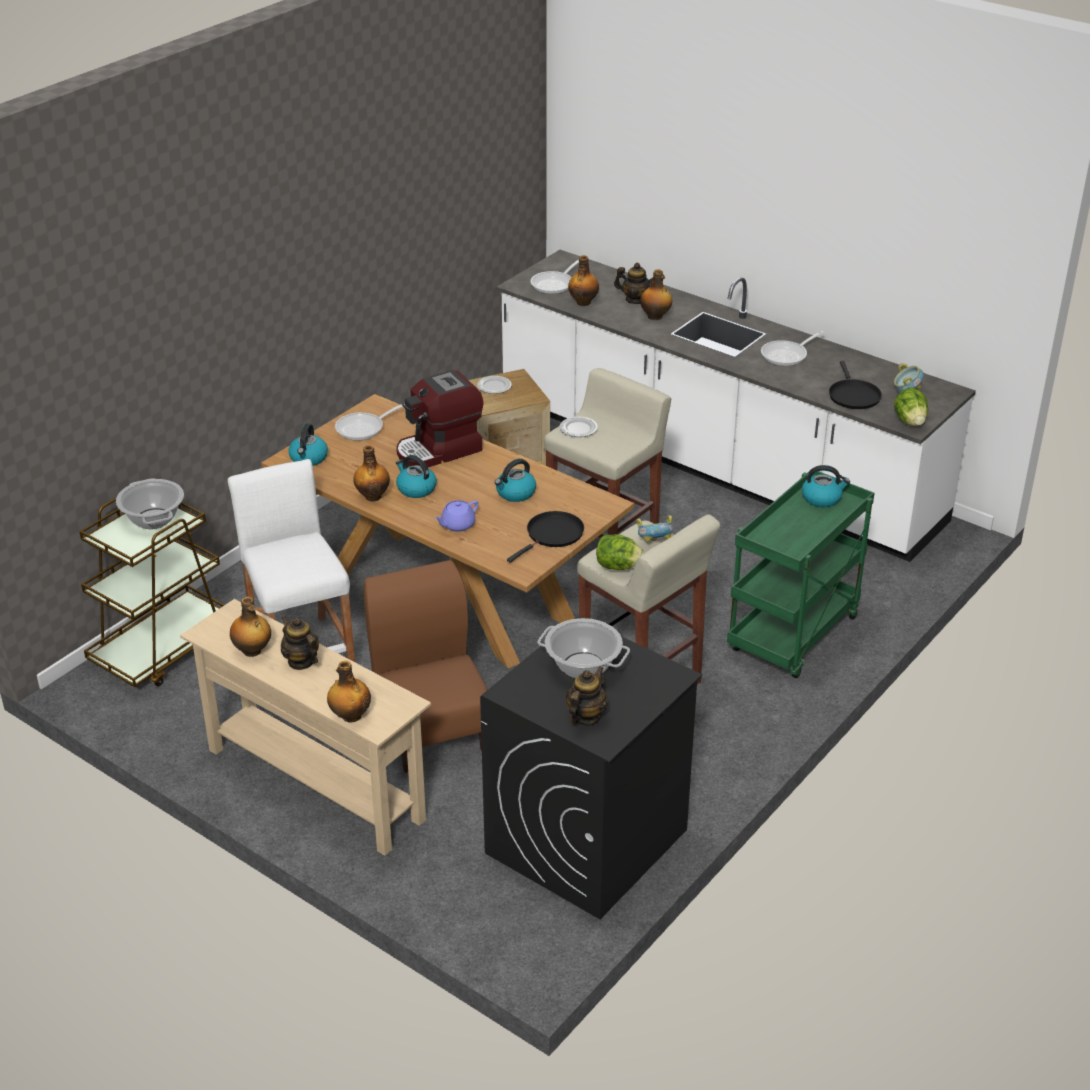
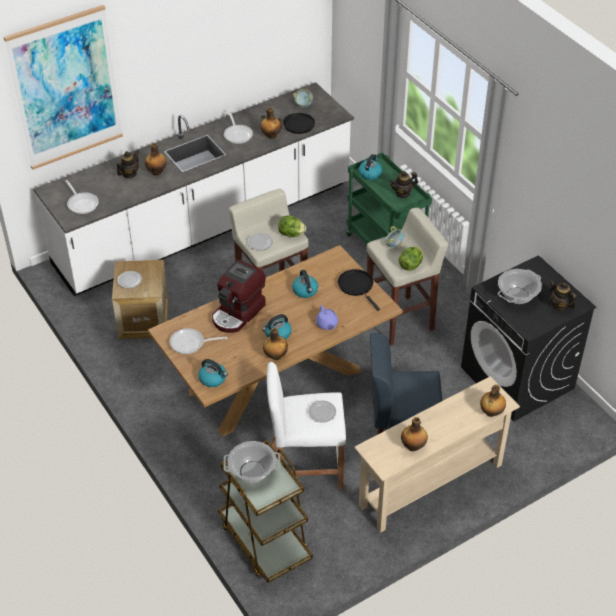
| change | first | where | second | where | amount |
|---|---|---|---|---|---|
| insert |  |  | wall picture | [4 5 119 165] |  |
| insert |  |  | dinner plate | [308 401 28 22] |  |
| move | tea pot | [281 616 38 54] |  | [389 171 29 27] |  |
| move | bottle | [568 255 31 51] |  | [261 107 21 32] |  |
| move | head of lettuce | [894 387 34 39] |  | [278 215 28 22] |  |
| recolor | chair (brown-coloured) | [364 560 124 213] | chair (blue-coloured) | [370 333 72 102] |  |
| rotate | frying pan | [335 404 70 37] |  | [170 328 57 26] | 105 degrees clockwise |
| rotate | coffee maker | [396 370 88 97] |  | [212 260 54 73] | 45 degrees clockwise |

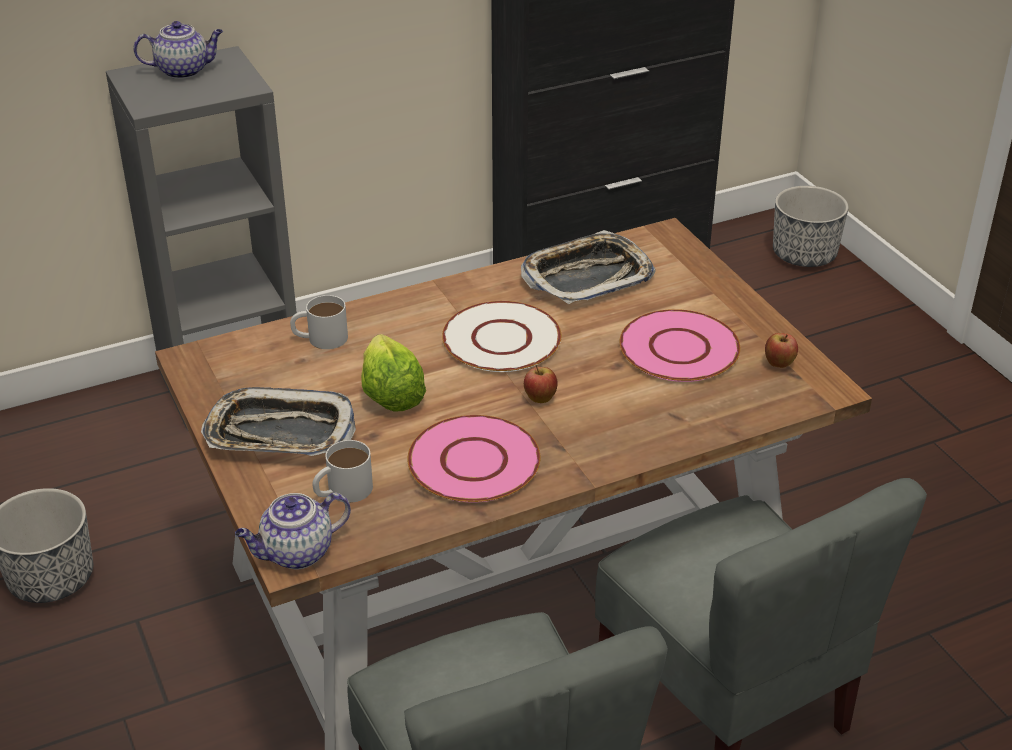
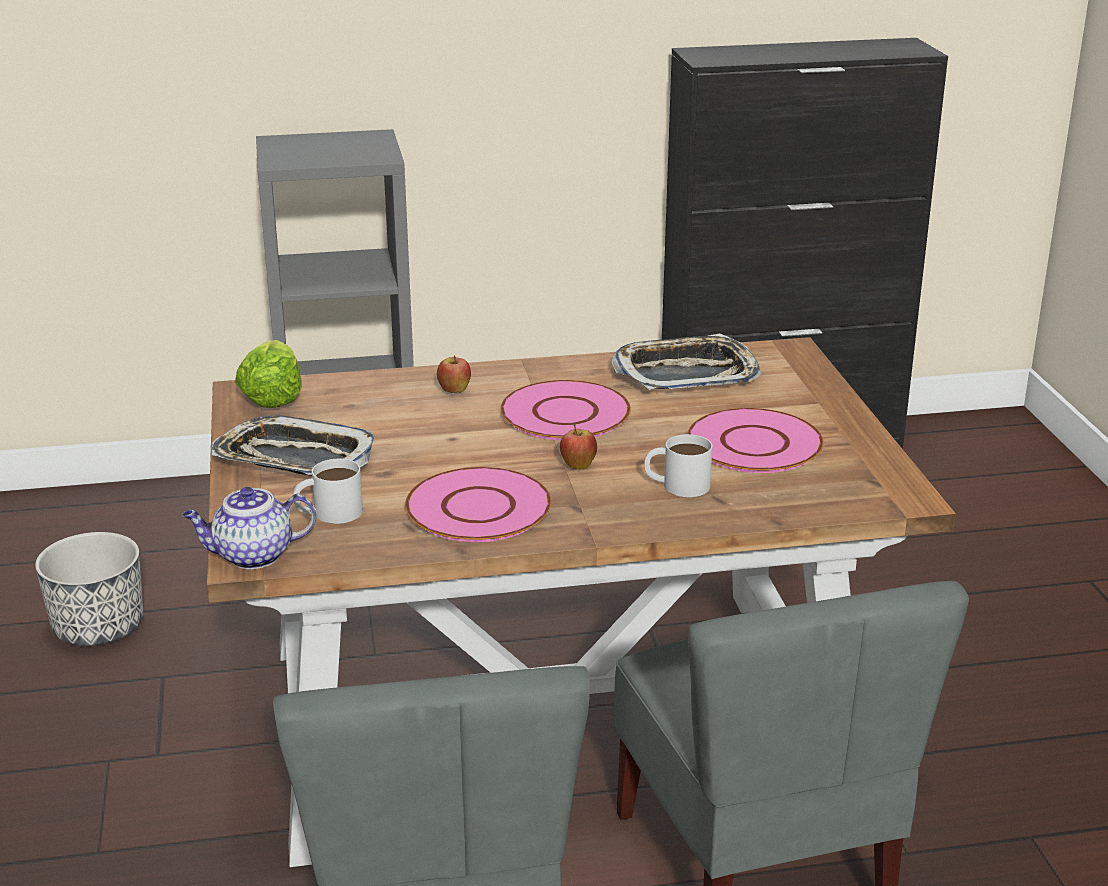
| change | first | where | second | where | amount |
|---|---|---|---|---|---|
| delete | tea pot | [133 21 90 58] |  |  |  |
| delete | plant pot | [773 186 76 81] |  |  |  |
| move | coffee mug (whitish) | [290 295 58 54] |  | [644 434 68 63] |  |
| move | head of lettuce | [361 334 65 78] |  | [235 340 66 68] |  |
| move | apple fruit | [765 333 33 35] |  | [437 356 34 37] |  |
| recolor | dinner plate (whitish) | [442 301 119 71] | dinner plate (pink-coloured) | [500 380 131 60] |  |

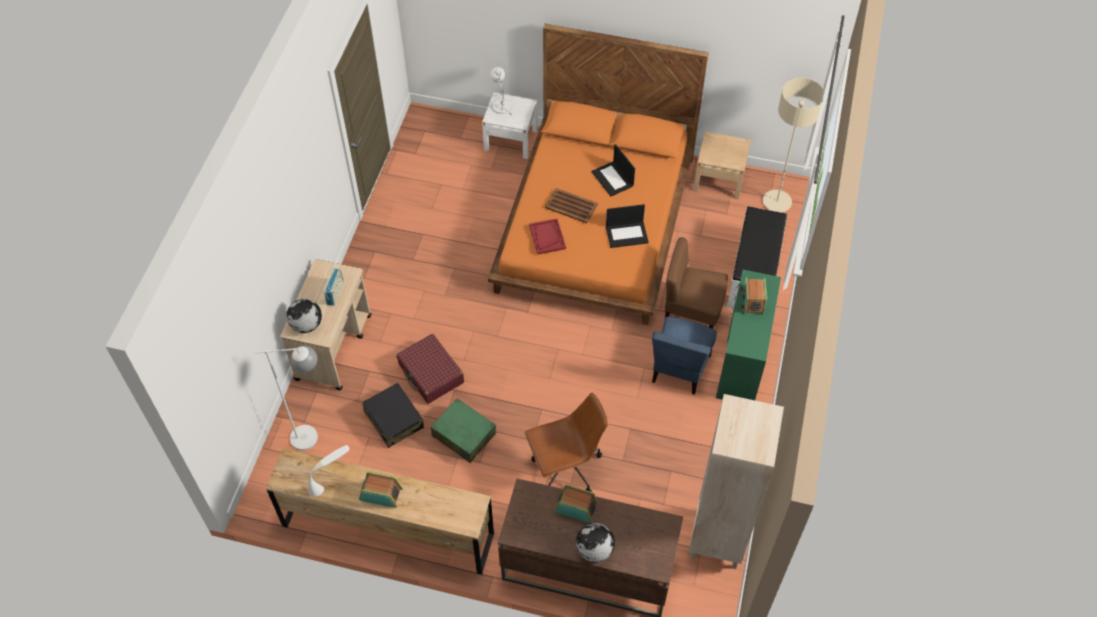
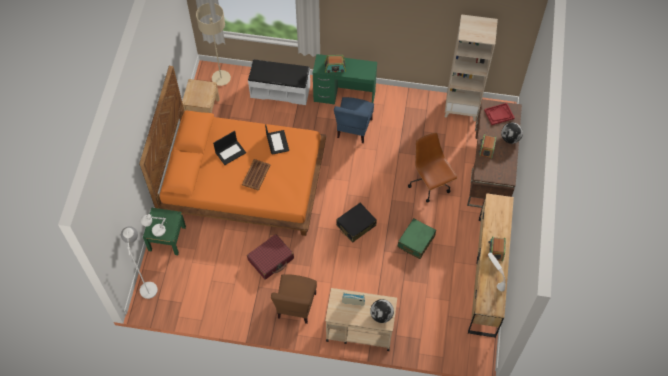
| change | first | where | second | where | amount |
|---|---|---|---|---|---|
| move | standing lamp (whitish) | [255 346 63 104] |  | [121 226 37 73] |  |
| move | travel case (black-coloured) | [362 383 62 65] |  | [336 203 41 40] |  |
| move | travel case (red) | [397 334 67 70] |  | [247 234 47 46] |  |
| move | tray (red) | [529 219 37 36] |  | [484 103 31 22] |  |
| move | chair (brown-coloured) | [665 237 63 92] |  | [271 274 46 50] |  |
| recolor | bedside table (whitish) | [482 92 56 67] | bedside table (green-coloured) | [143 208 43 47] |  |
| rotate | chair (blue-coloured) | [652 317 65 78] |  | [334 97 40 46] | 90 degrees clockwise |

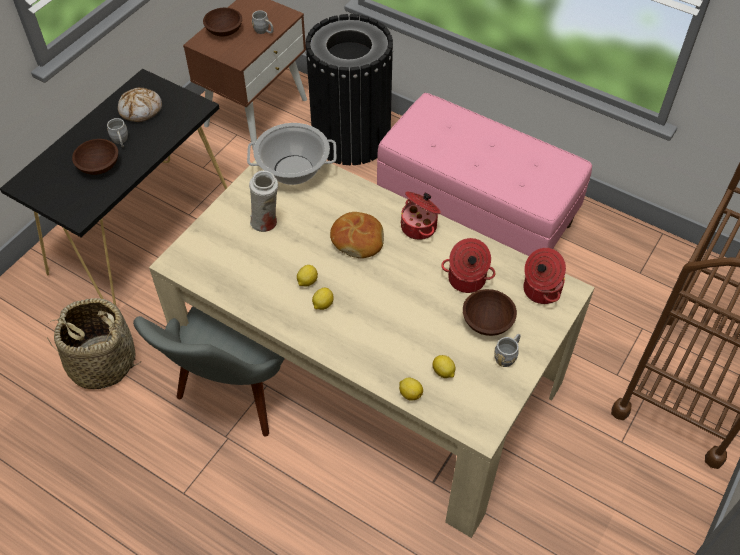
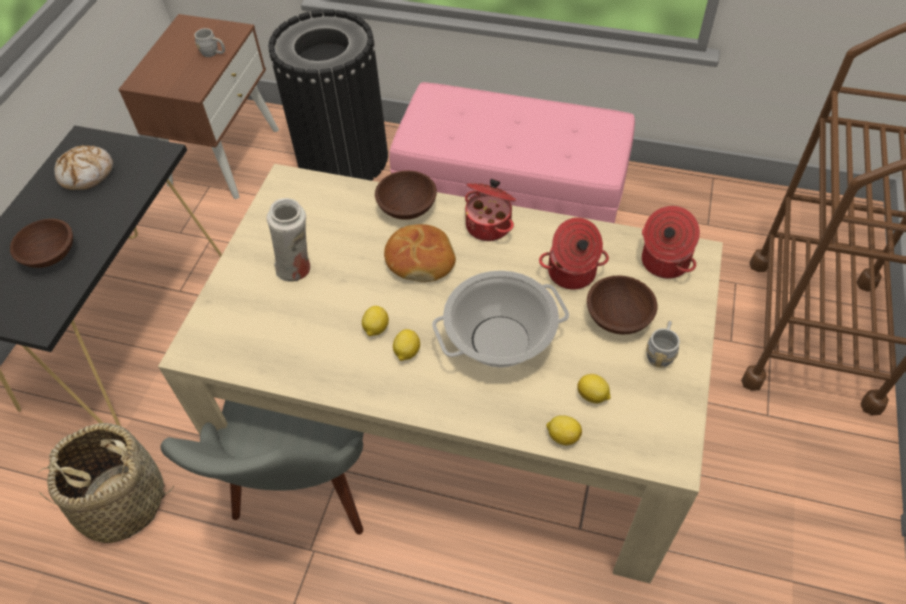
| change | first | where | second | where | amount |
|---|---|---|---|---|---|
| delete | coffee mug (gray) | [107 118 21 29] |  |  |  |
| move | deep dish (brown-coloured) | [203 8 39 29] |  | [375 171 62 49] |  |
| move | stockpot | [247 123 89 62] |  | [432 270 137 98] |  |

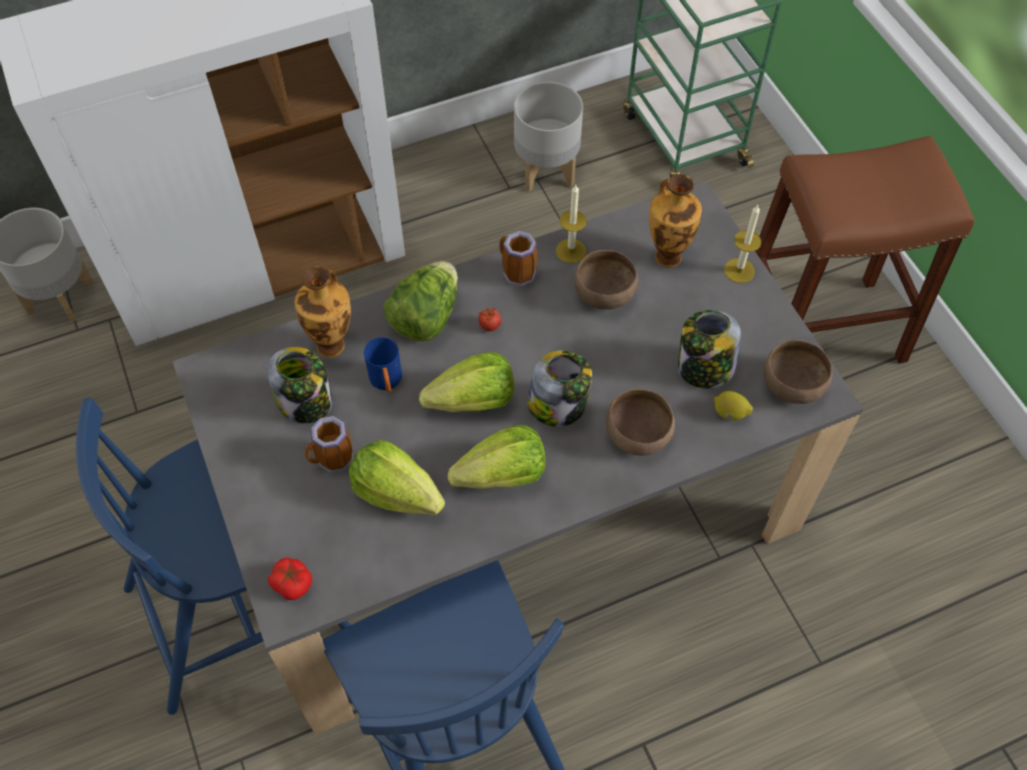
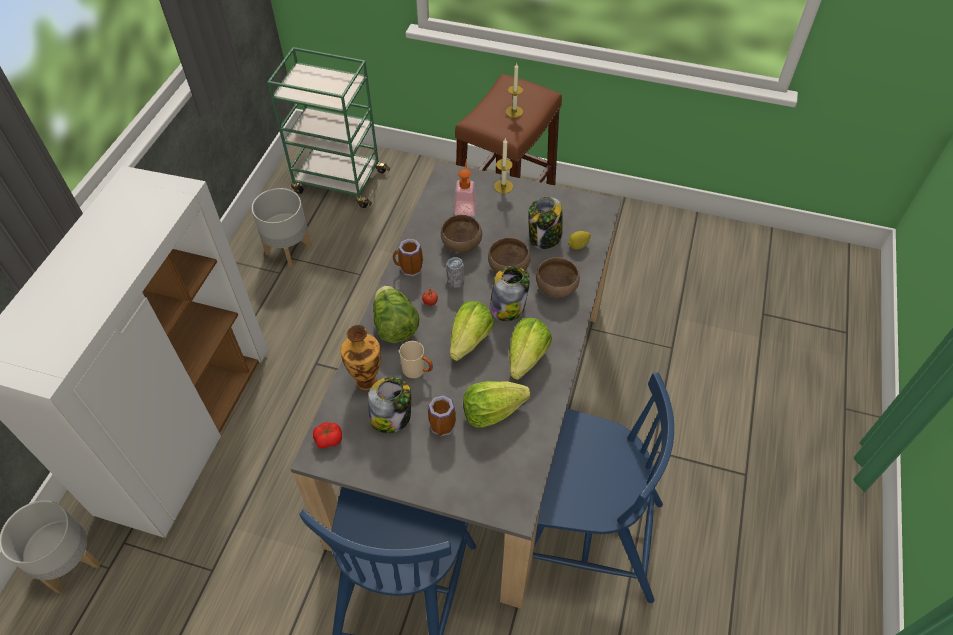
| change | first | where | second | where | amount |
|---|---|---|---|---|---|
| insert |  |  | sealed can | [447 257 17 31] |  |
| move | whole tomato | [268 557 44 43] |  | [313 422 29 26] |  |
| move | candle | [556 185 31 78] |  | [505 63 18 55] |  |
| move | deep dish (brown-coloured) | [764 340 69 64] |  | [488 238 42 35] |  |
| replace | vase | [649 174 53 94] | soap dispenser | [454 159 23 57] |  |
| recolor | coffee mug (blue-coloured) | [364 337 38 55] | coffee mug (beige) | [399 341 34 37] |  |

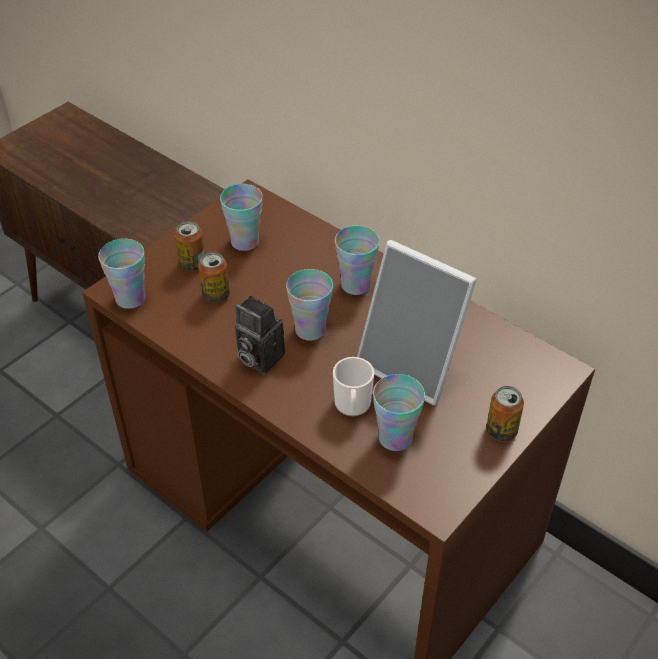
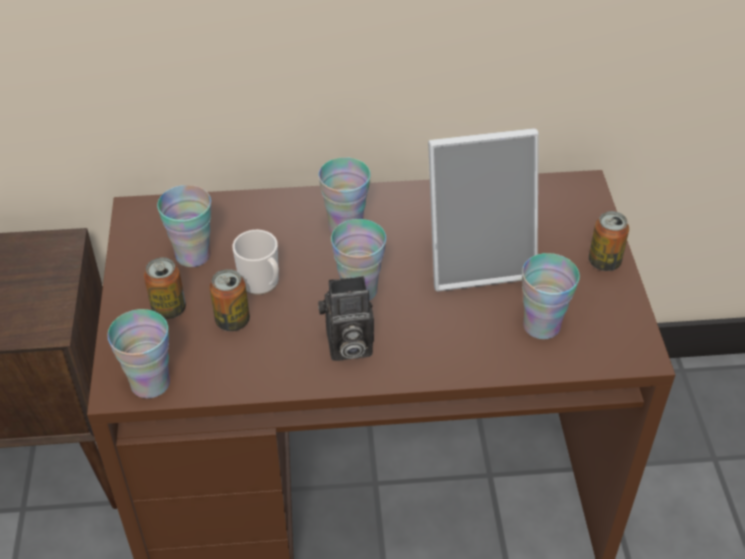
| change | first | where | second | where | amount |
|---|---|---|---|---|---|
| move | coffee mug | [333 357 41 59] |  | [233 230 46 65] |  |

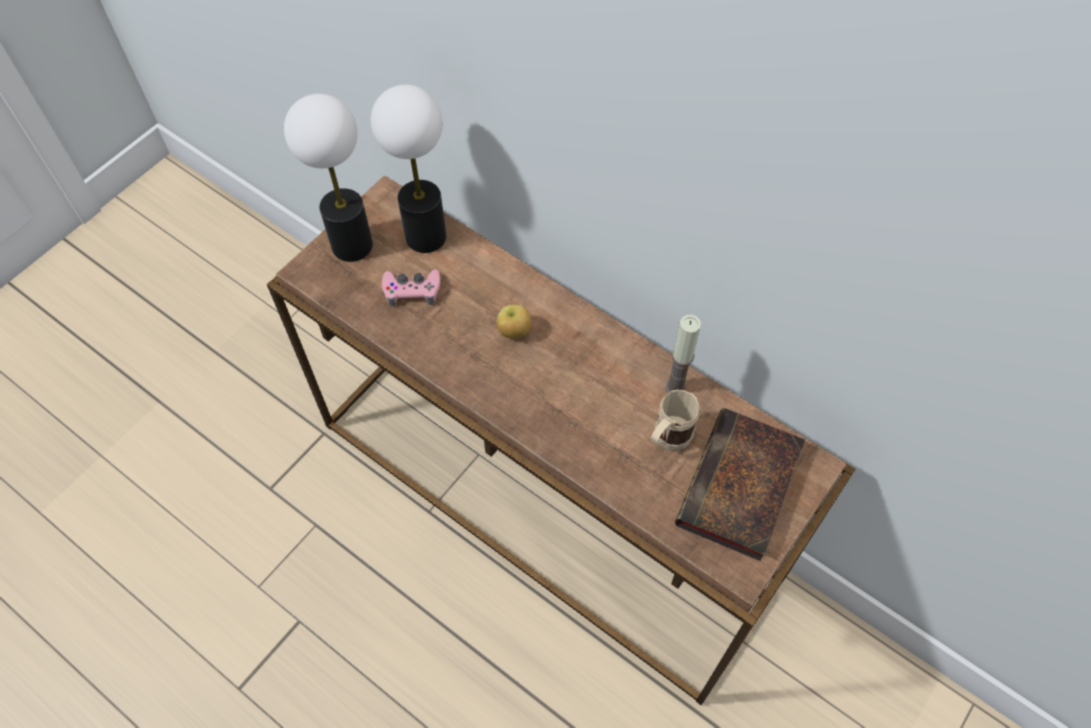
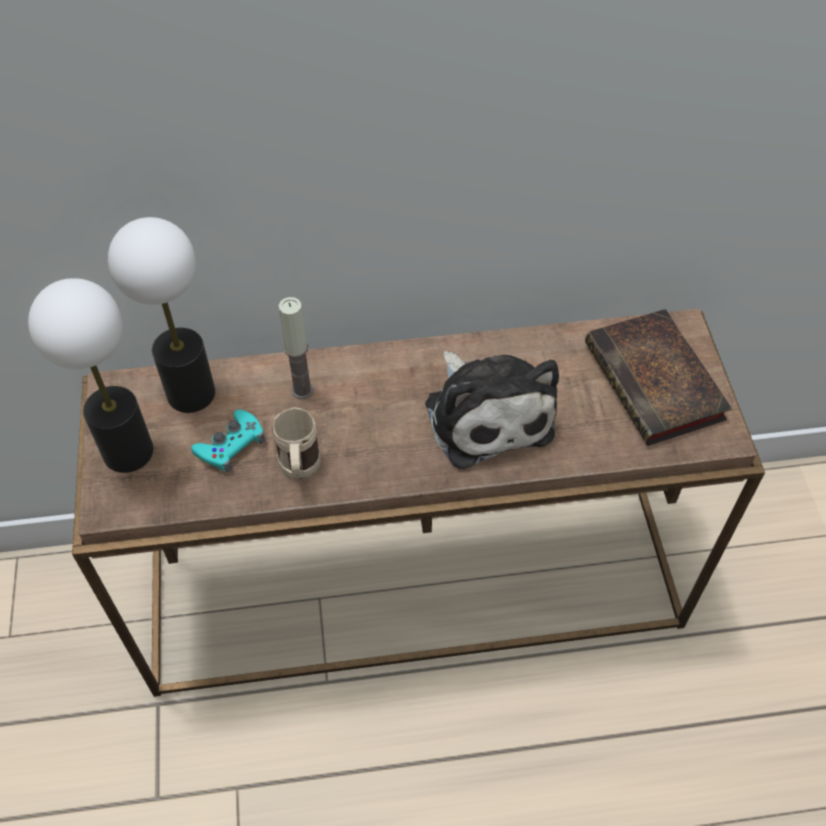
| change | first | where | second | where | amount |
|---|---|---|---|---|---|
| delete | apple fruit | [497 305 34 33] |  |  |  |
| insert |  |  | plush toy | [425 351 134 118] |  |
| move | coffee mug (beige) | [650 390 50 61] |  | [272 407 49 73] |  |
| move | candle | [665 315 36 78] |  | [279 297 34 102] |  |
| recolor | gamepad (pink-coloured) | [382 269 59 37] | gamepad (turquoise-coloured) | [191 410 74 62] |  |

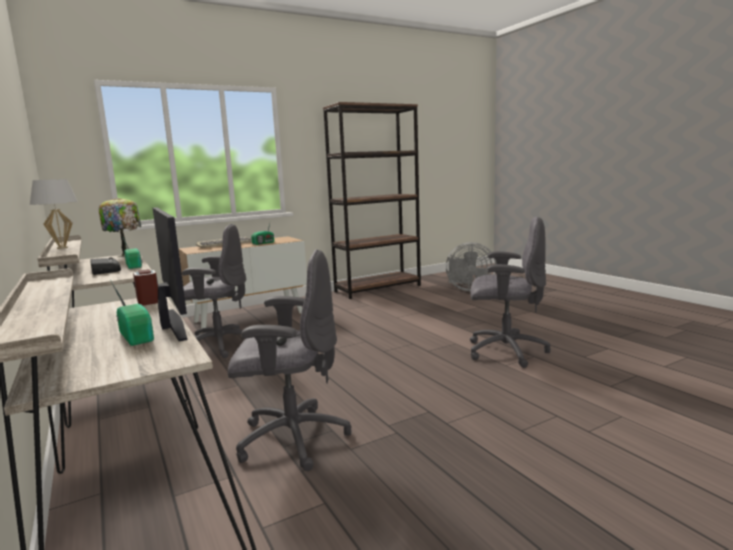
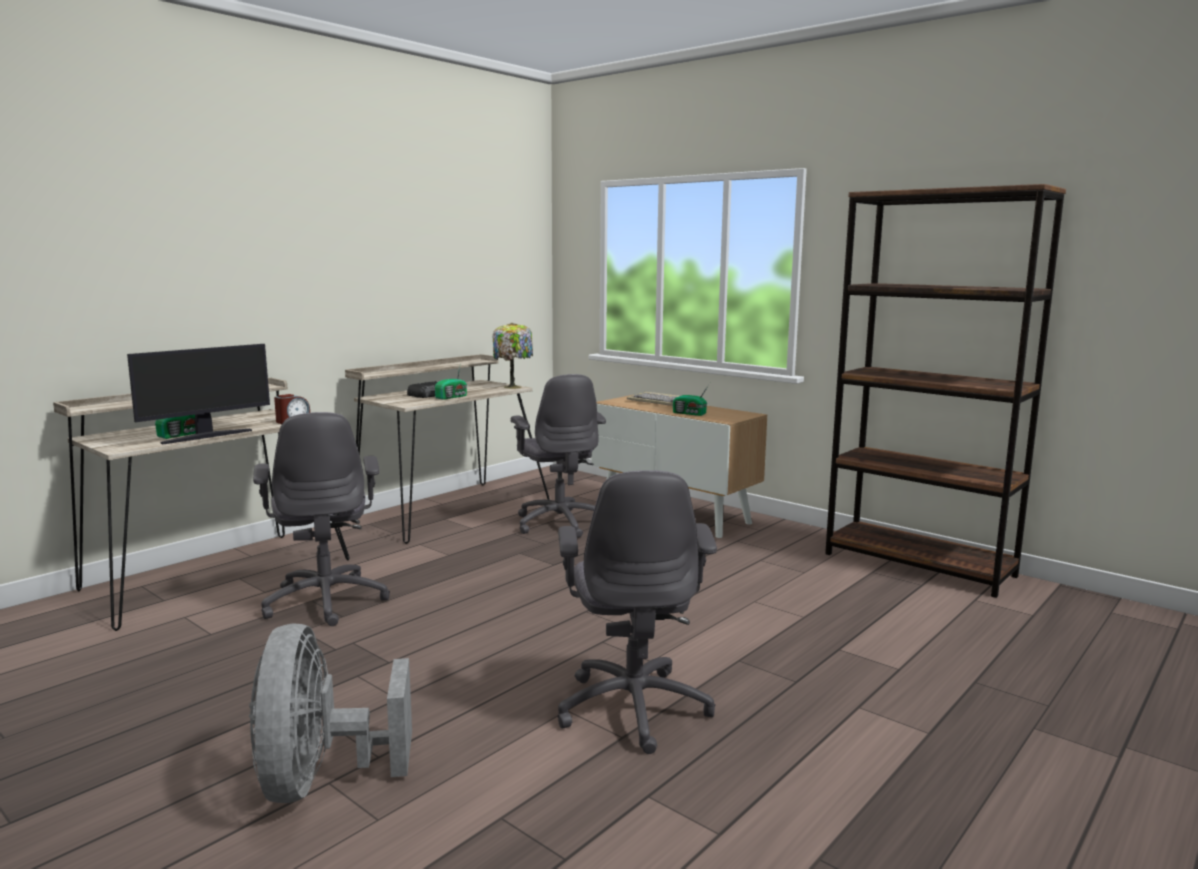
| change | first | where | second | where | amount |
|---|---|---|---|---|---|
| delete | table lamp (whitish) | [30 179 48 70] |  |  |  |
| move | electric fan (gray) | [446 242 50 49] |  | [249 624 163 179] |  |

